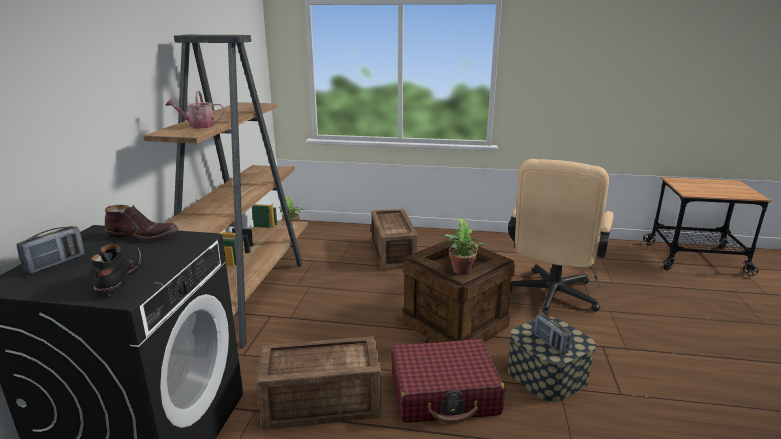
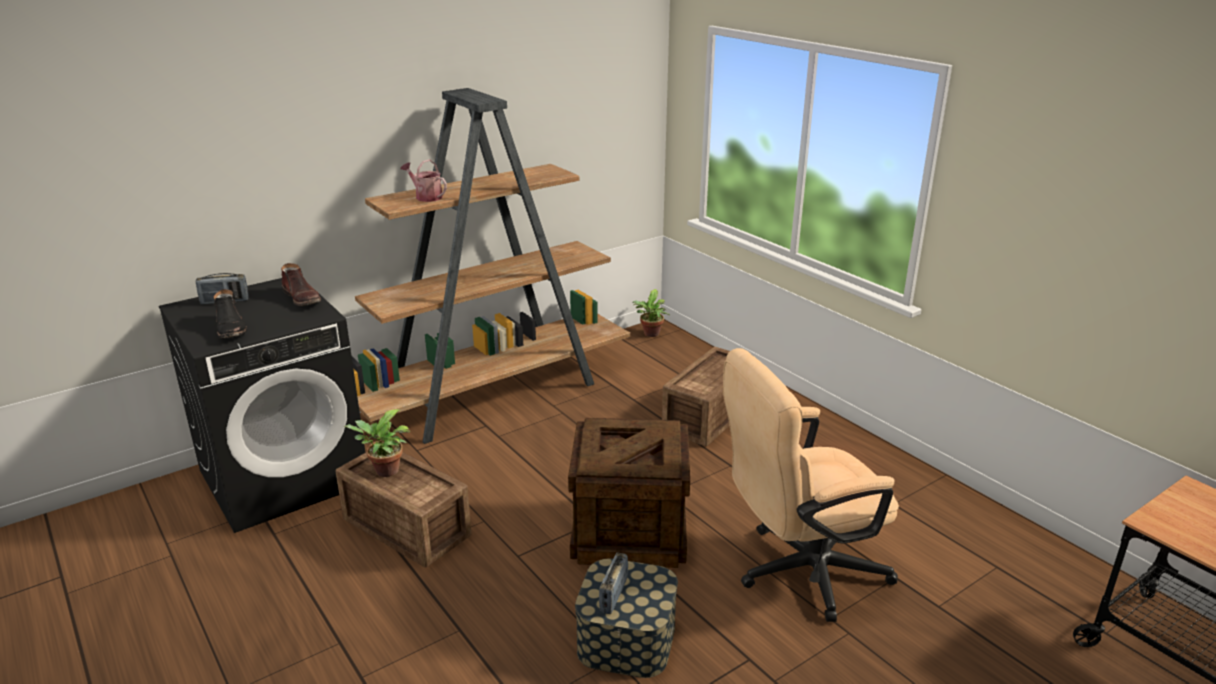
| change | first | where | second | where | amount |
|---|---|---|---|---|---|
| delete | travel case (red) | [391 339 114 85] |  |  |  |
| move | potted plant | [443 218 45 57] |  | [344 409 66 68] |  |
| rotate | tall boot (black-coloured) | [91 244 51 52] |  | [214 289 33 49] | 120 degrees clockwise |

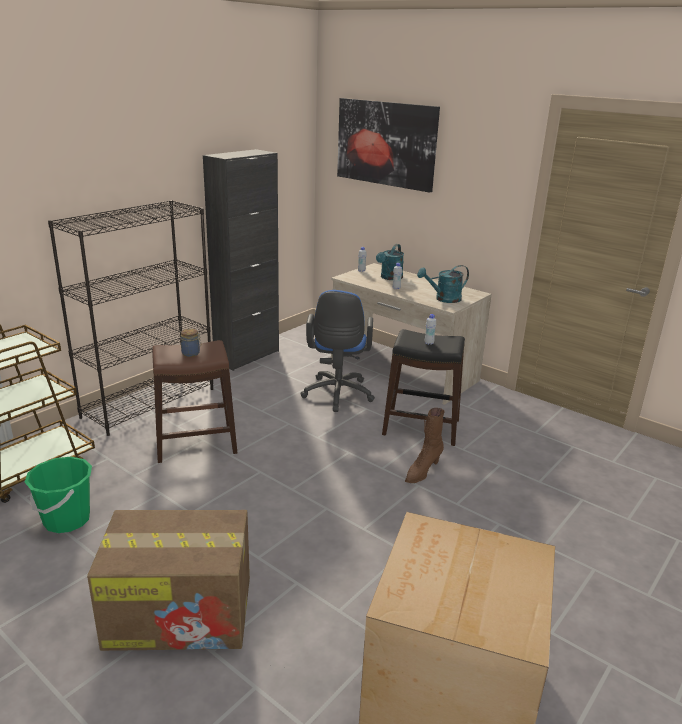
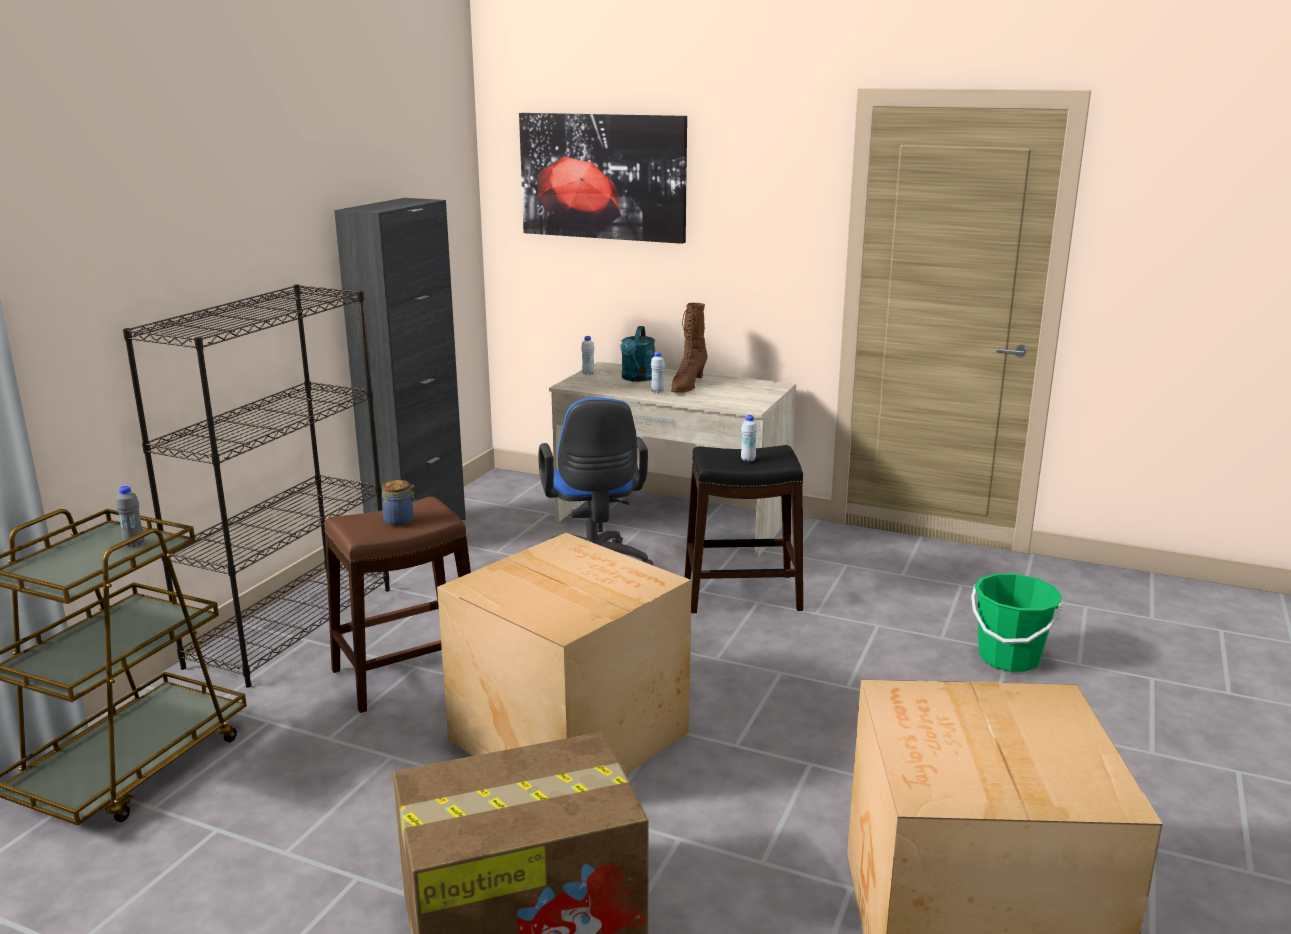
| change | first | where | second | where | amount |
|---|---|---|---|---|---|
| delete | watering pot (turquoise-coloured) | [417 265 52 38] |  |  |  |
| insert |  |  | bottle (gray) | [116 486 28 61] |  |
| insert |  |  | carton | [437 533 254 242] |  |
| move | water bucket (green-coloured) | [25 457 67 76] |  | [971 574 91 98] |  |
| move | tall boot (brown-coloured) | [405 408 40 75] |  | [671 303 37 90] |  |

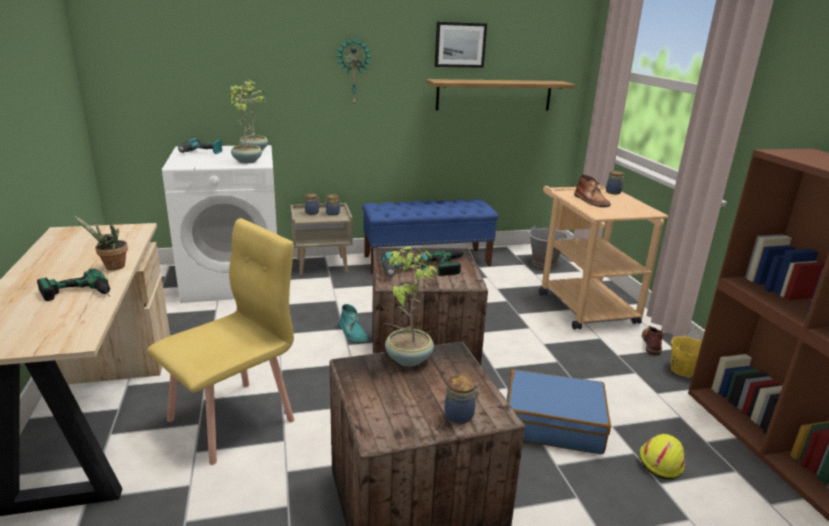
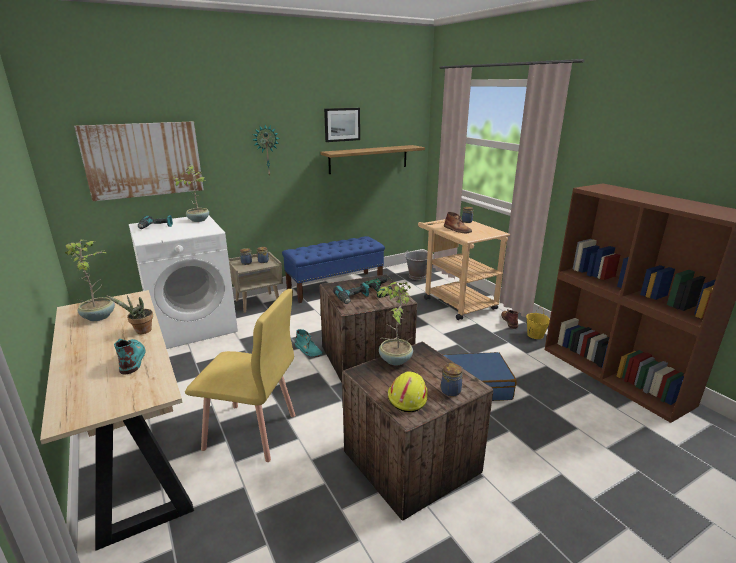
| change | first | where | second | where | amount |
|---|---|---|---|---|---|
| insert |  |  | wall picture | [74 122 130 79] |  |
| move | potted plant | [229 85 35 79] |  | [65 240 50 81] |  |
| move | hard hat (yellowish) | [639 434 46 45] |  | [388 372 40 40] |  |
| replace | drill | [37 268 73 33] | tall boot (turquoise-coloured) | [114 339 31 36] |  |
| rotate | chair (yellowish) | [147 218 147 247] |  | [185 289 111 173] | 75 degrees clockwise |

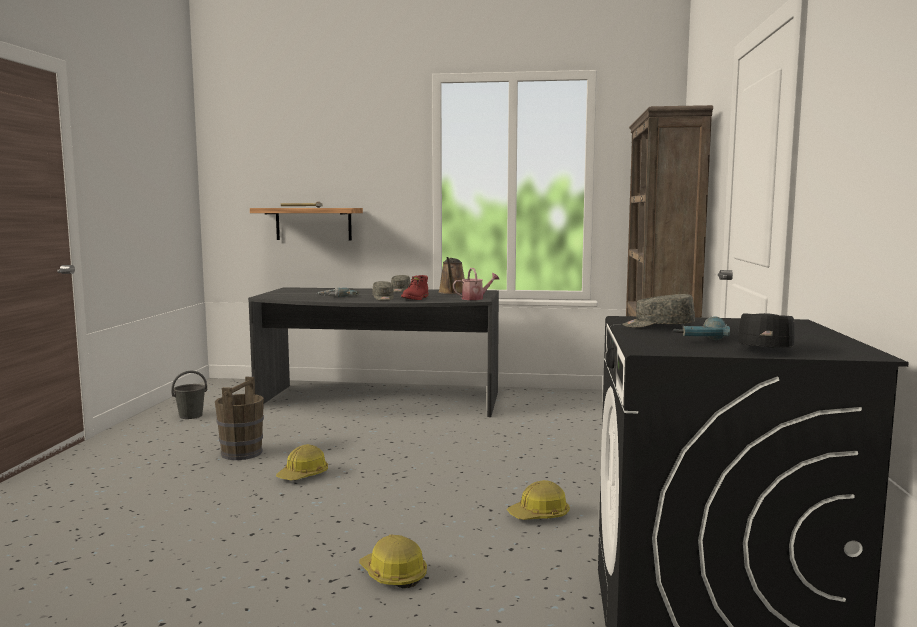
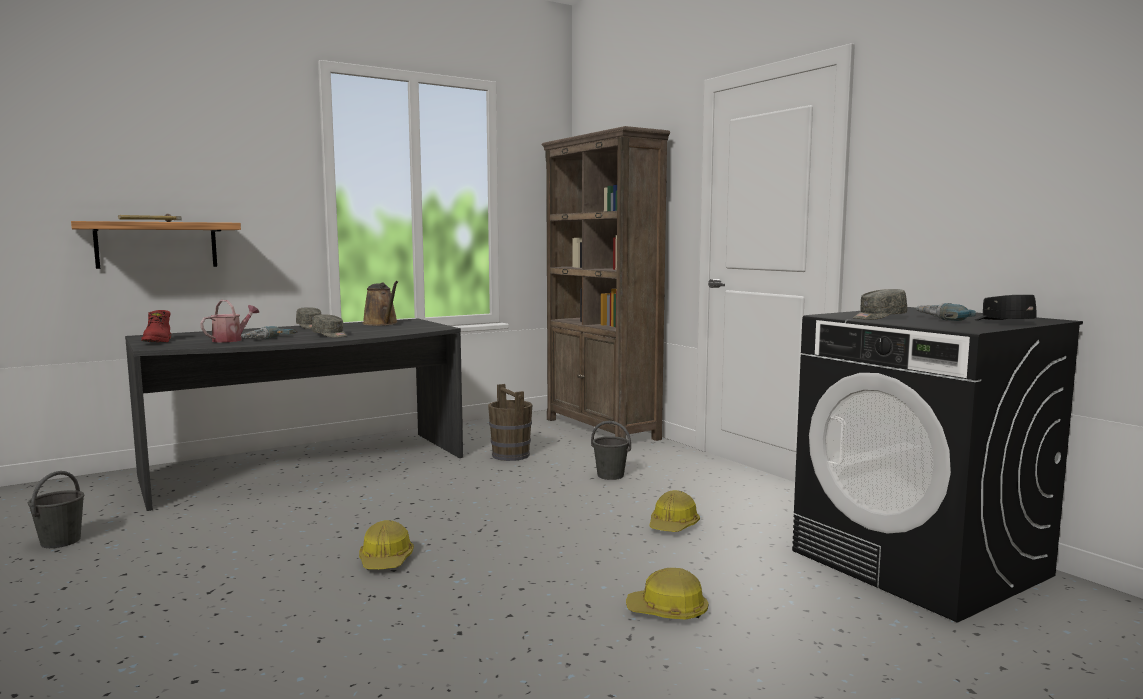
| change | first | where | second | where | amount |
|---|---|---|---|---|---|
| insert |  |  | water bucket (gray) | [591 421 40 59] |  |
| move | water bucket (brown-coloured) | [215 377 49 83] |  | [488 384 45 77] |  |
| move | tall boot (red) | [401 275 28 25] |  | [141 310 30 32] |  |
| move | watering pot | [453 268 47 32] |  | [200 300 59 43] |  |

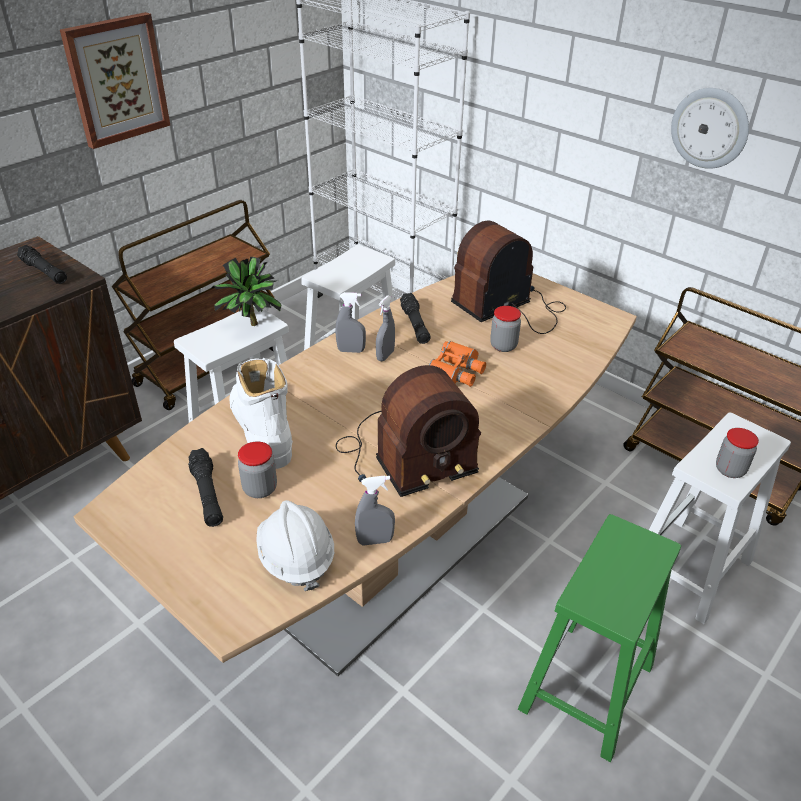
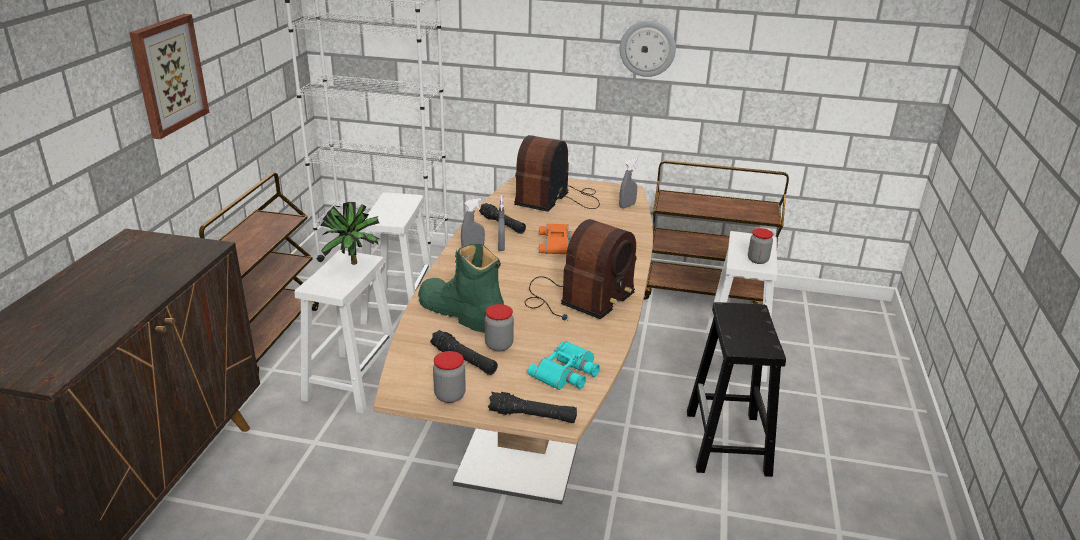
| change | first | where | second | where | amount |
|---|---|---|---|---|---|
| move | hand torch (black-coloured) | [17 245 50 39] |  | [488 392 89 31] |  |
| move | spray bottle (gray) | [355 475 40 71] |  | [619 158 19 50] |  |
| move | preserve jar | [490 306 31 46] |  | [433 351 33 52] |  |
| replace | hard hat (whitish) | [256 500 78 91] | pair of binoculars (turquoise-coloured) | [528 341 72 49] |  |
| recolor | tall boot (whitish) | [229 358 64 111] | tall boot (green-coloured) | [418 244 86 89] |  |
| recolor | sitting stool (green-coloured) | [518 514 163 248] | sitting stool (black-coloured) | [687 302 99 175] |  |

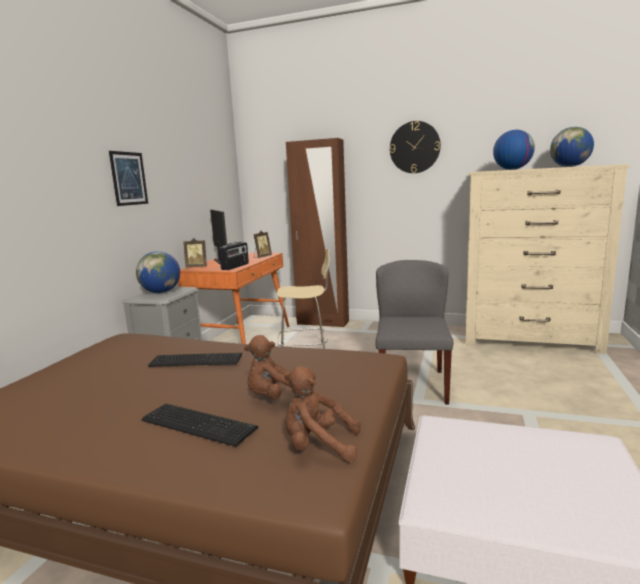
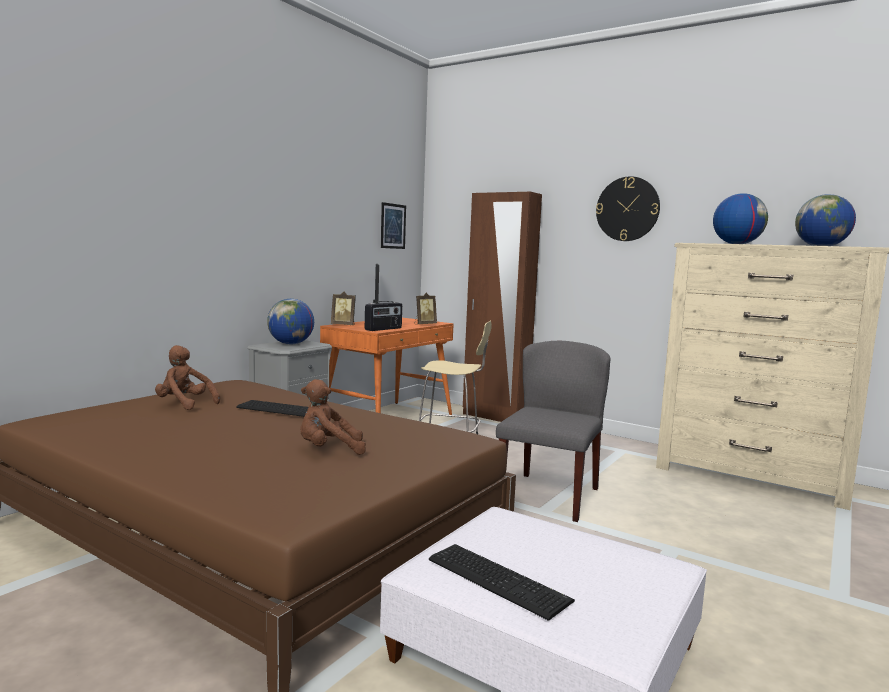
| change | first | where | second | where | amount |
|---|---|---|---|---|---|
| move | wall picture | [109 151 39 55] |  | [381 202 25 47] |  |
| move | keyboard | [141 404 117 43] |  | [429 544 146 77] |  |
| move | plush toy (brown-coloured) | [284 366 77 96] |  | [155 345 65 65] |  |

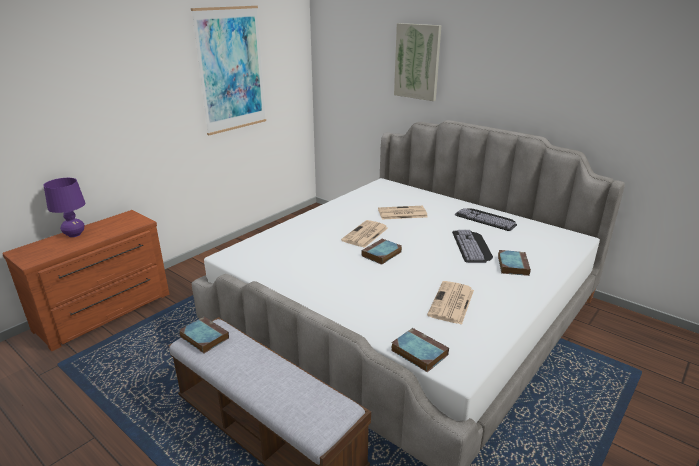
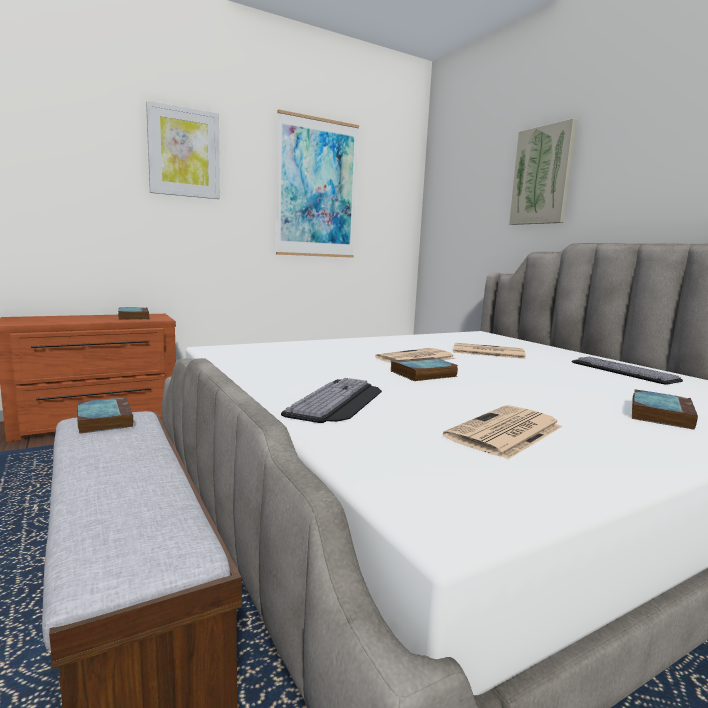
| change | first | where | second | where | amount |
|---|---|---|---|---|---|
| delete | table lamp (purple-coloured) | [44 178 41 59] |  |  |  |
| insert |  |  | wall picture | [146 100 74 99] |  |
| move | bound book | [391 328 58 44] |  | [118 307 31 13] |  |
| move | keyboard | [452 230 41 33] |  | [281 378 101 45] |  |

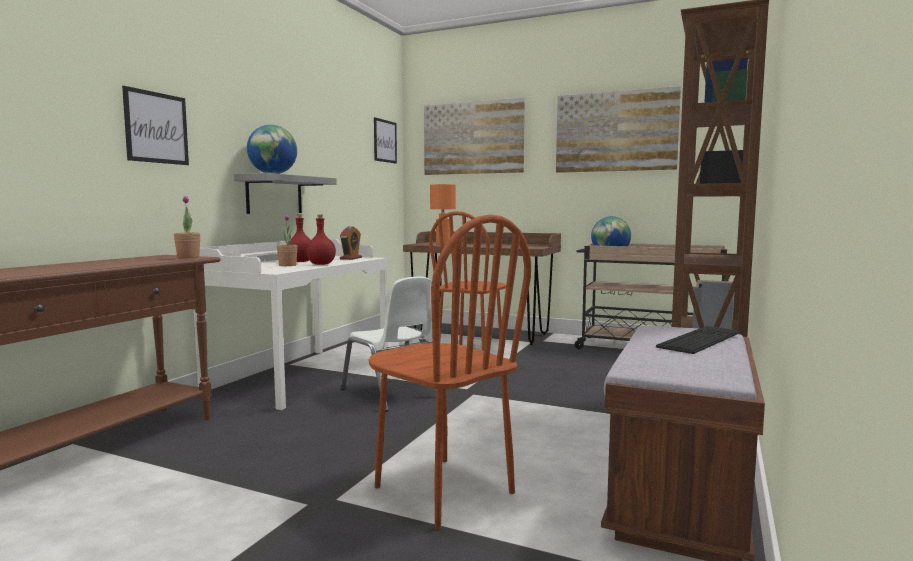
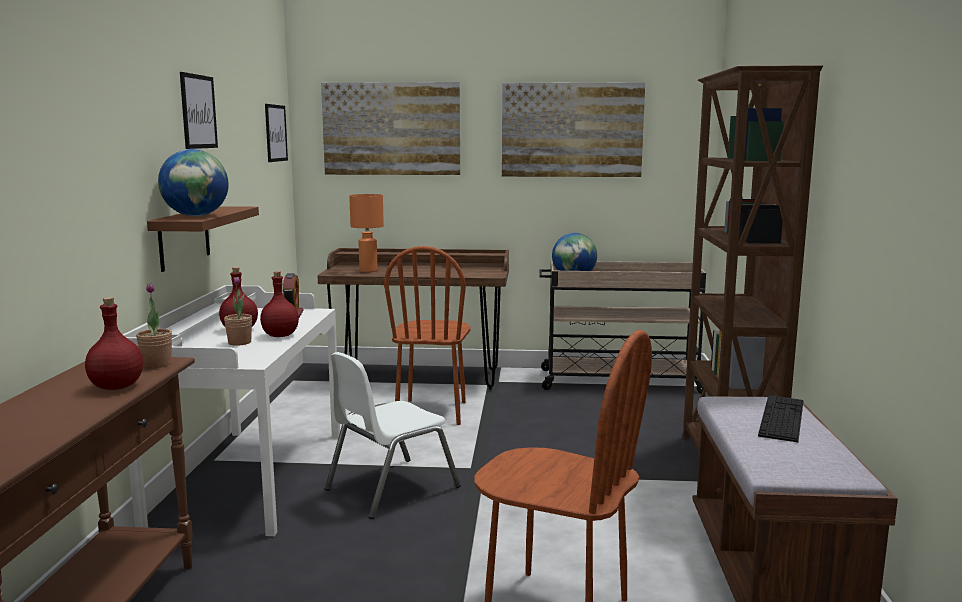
| change | first | where | second | where | amount |
|---|---|---|---|---|---|
| insert |  |  | bottle (red) | [85 297 58 93] |  |
| move | wall picture | [122 86 67 79] |  | [180 72 38 77] |  |
| recolor | shelf (gray) | [234 173 102 41] | shelf (brown-coloured) | [147 206 112 66] |  |
| rotate | chair (whitish) | [341 277 92 135] |  | [325 352 136 167] | 105 degrees clockwise |

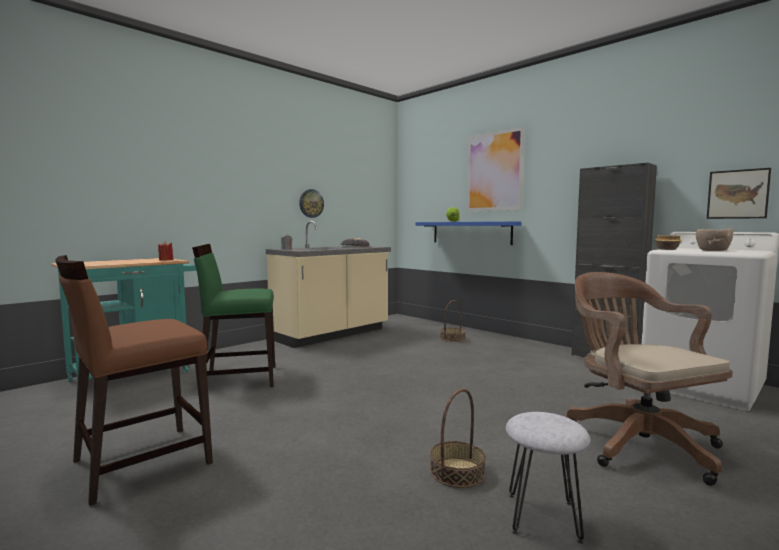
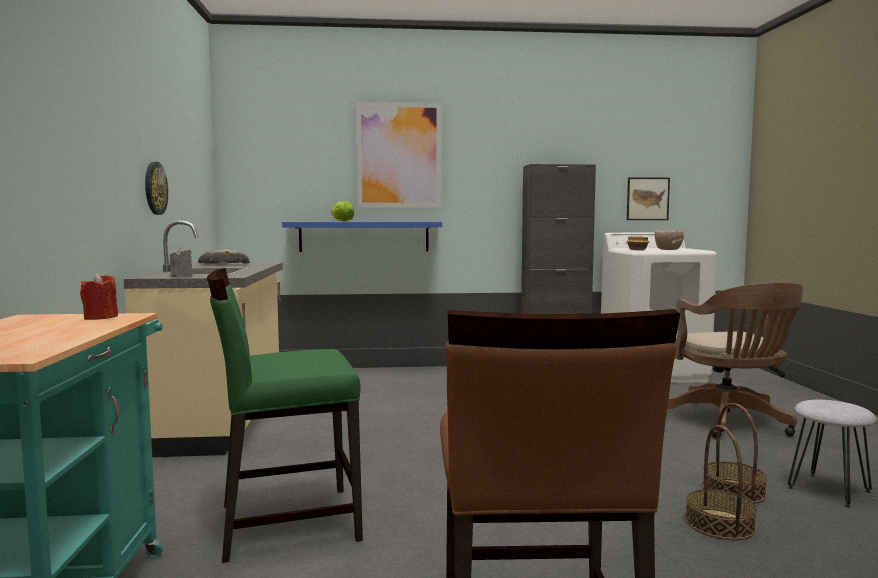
| change | first | where | second | where | amount |
|---|---|---|---|---|---|
| move | storage basket | [440 300 26 42] |  | [685 425 72 115] |  |
| rotate | chair (green-coloured) | [192 244 83 143] |  | [207 268 156 295] | 45 degrees clockwise |
| rotate | office chair (brown-coloured) | [567 272 165 214] |  | [667 282 136 157] | 120 degrees counterclockwise |

